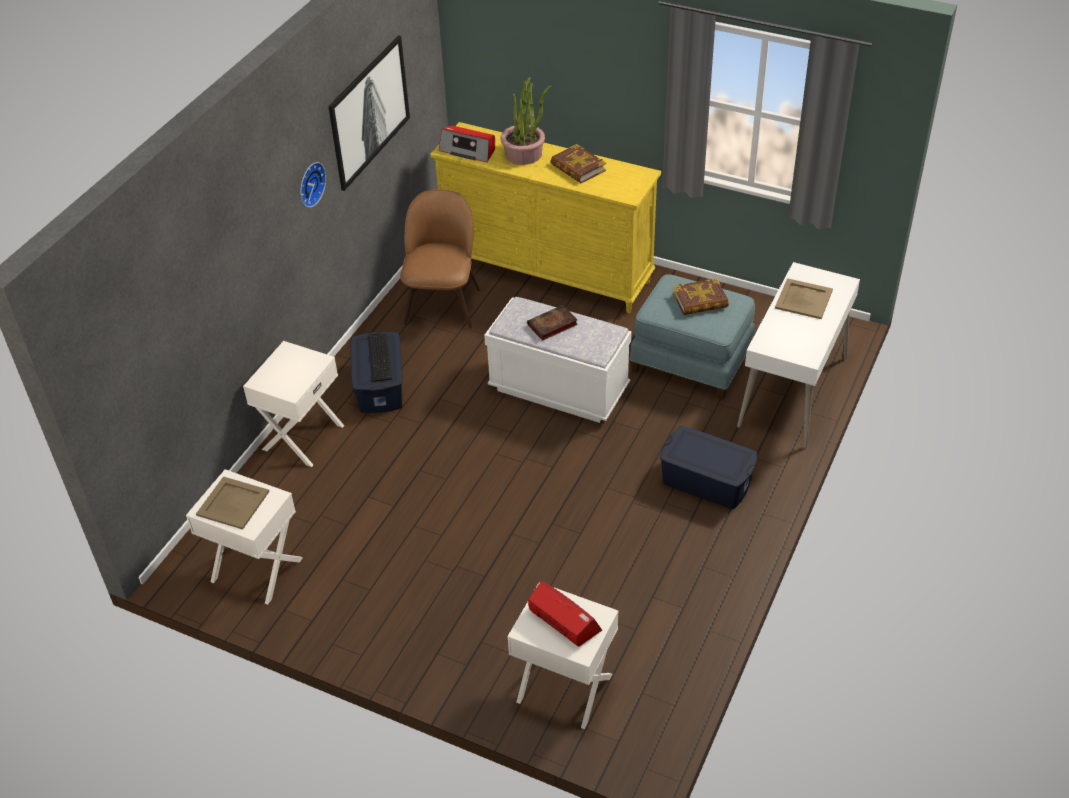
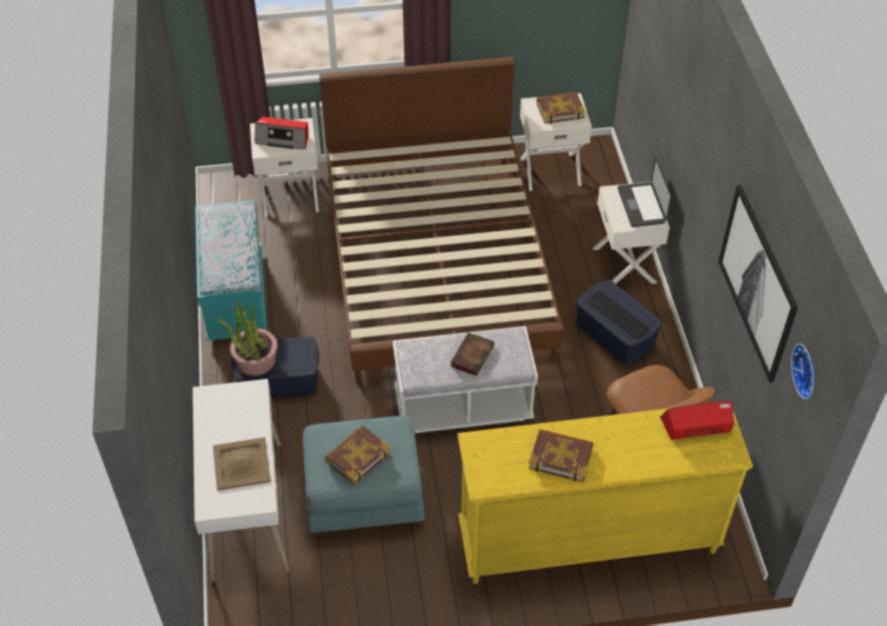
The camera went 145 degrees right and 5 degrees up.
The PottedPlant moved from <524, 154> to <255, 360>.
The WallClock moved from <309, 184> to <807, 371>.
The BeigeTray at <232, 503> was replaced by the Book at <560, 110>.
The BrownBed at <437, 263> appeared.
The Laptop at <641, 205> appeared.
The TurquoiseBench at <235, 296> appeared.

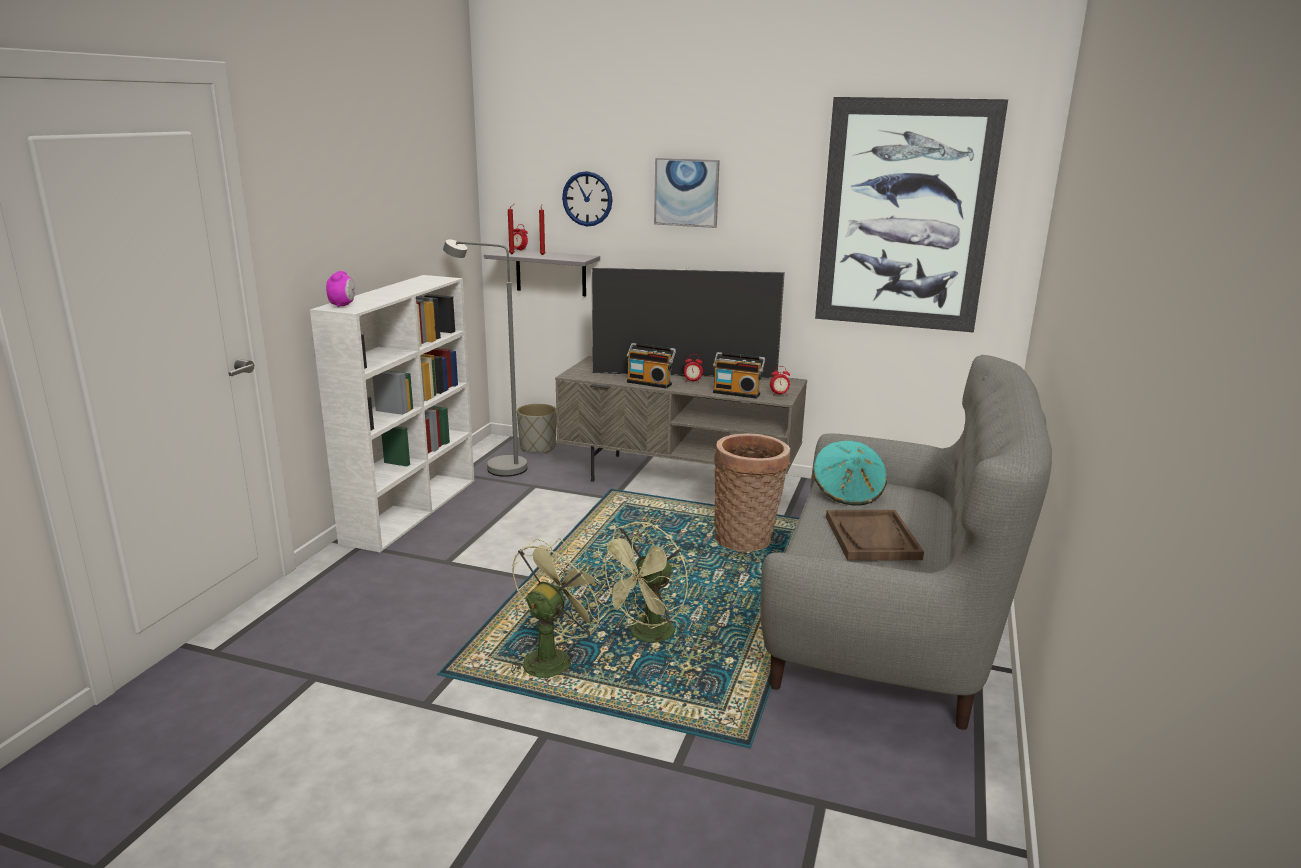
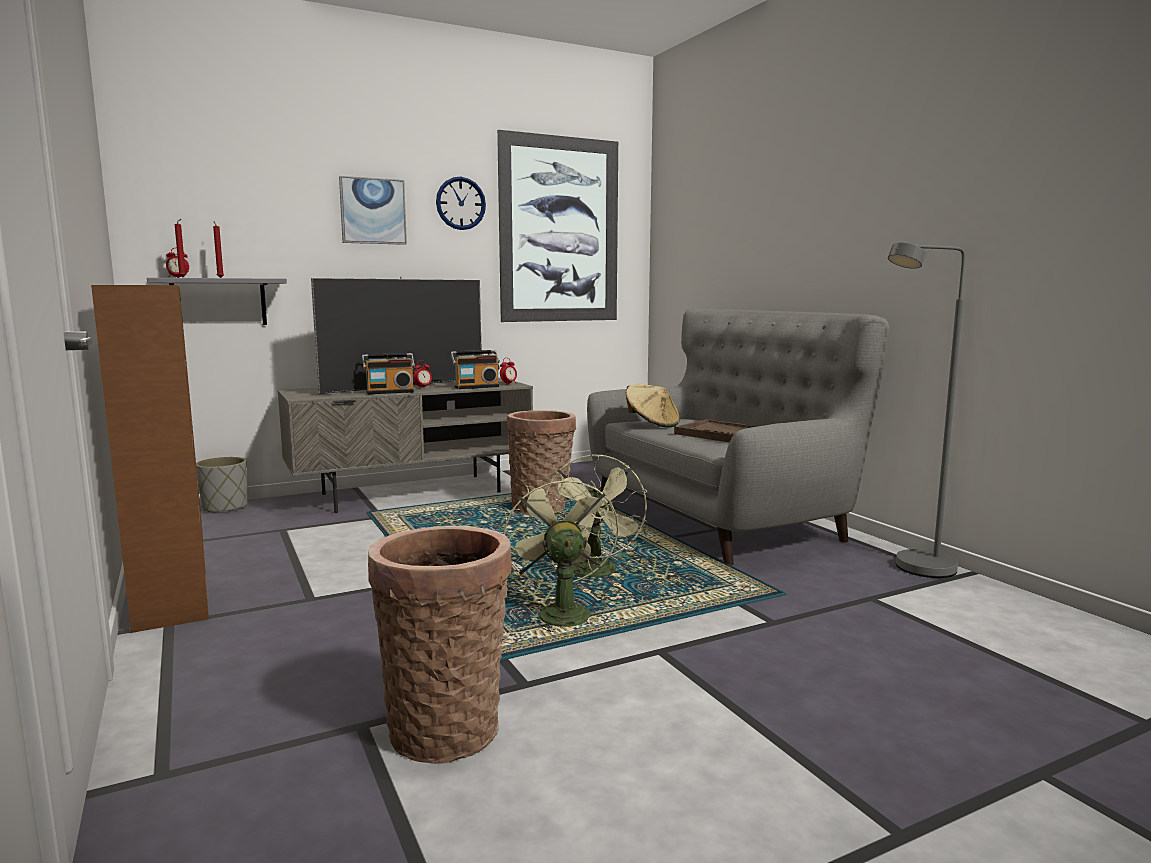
The camera went 45 degrees left and 10 degrees down.
The WallClock moved from <587, 199> to <460, 203>.
The GreyFloorLamp moved from <496, 467> to <914, 570>.
The AlarmClock at <342, 305> disappeared.
The WhiteBookcase at <412, 509> became the BrownBookcase at <172, 580>.
The TurquoiseHat at <848, 493> became the BeigeHat at <652, 424>.
The Basket at <446, 726> appeared.

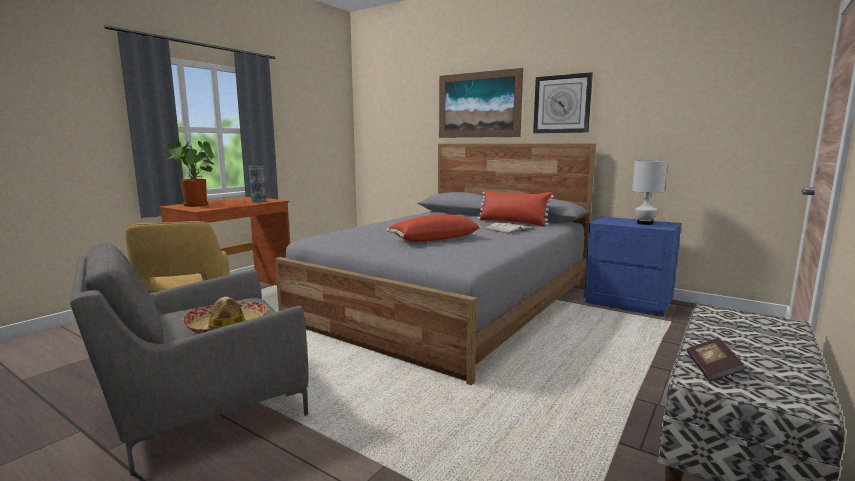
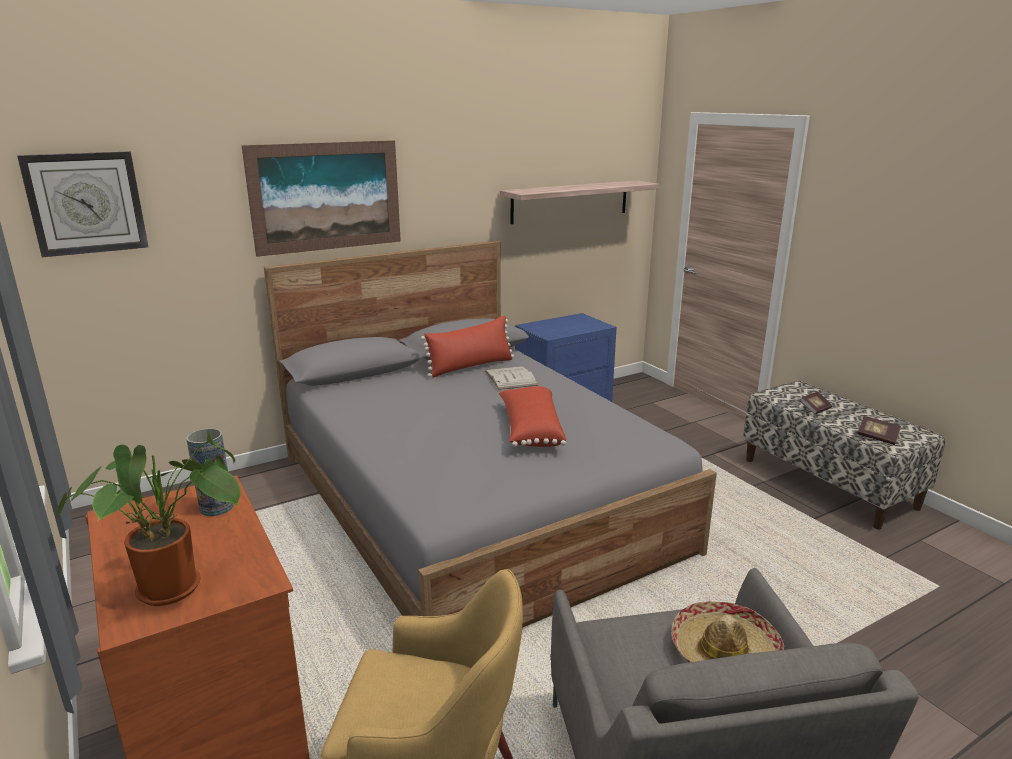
The camera went 65 degrees left and 10 degrees up.
The WallClock moved from <562, 104> to <86, 203>.
The WhiteTableLamp at <644, 223> disappeared.
The Shelf at <570, 201> appeared.
The Book at <815, 409> appeared.

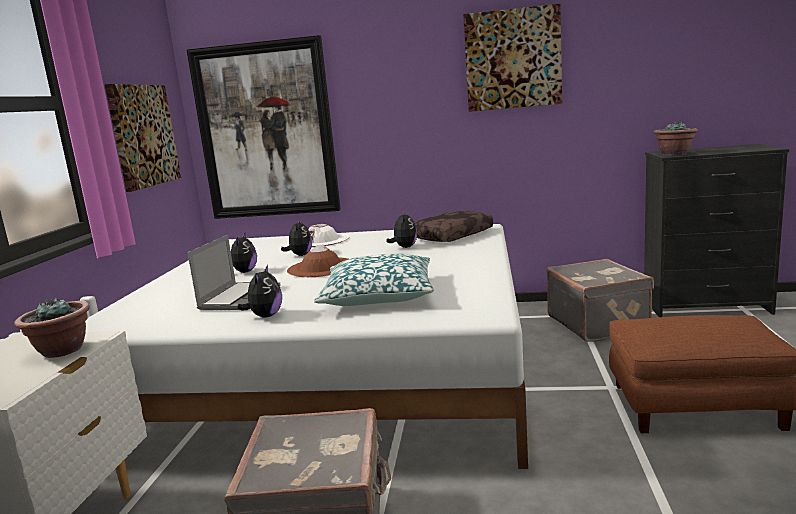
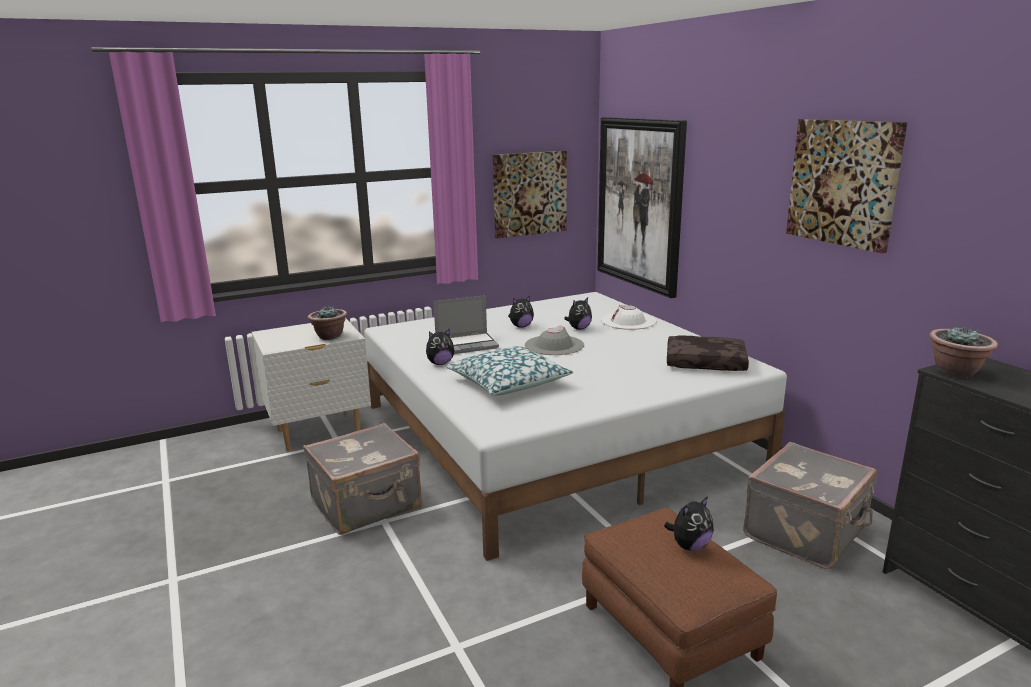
The camera went 55 degrees right and 5 degrees up.
The PlushToy moved from <404, 247> to <689, 546>.
The BrownHat at <321, 268> became the GreyHat at <554, 345>.

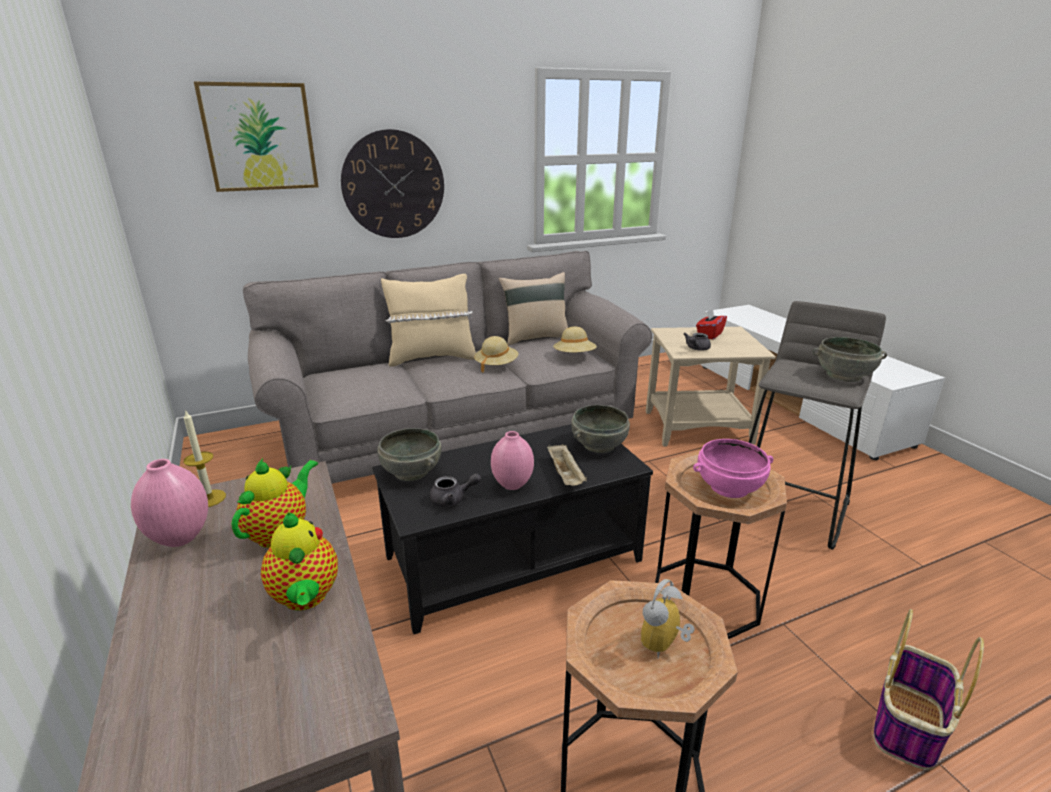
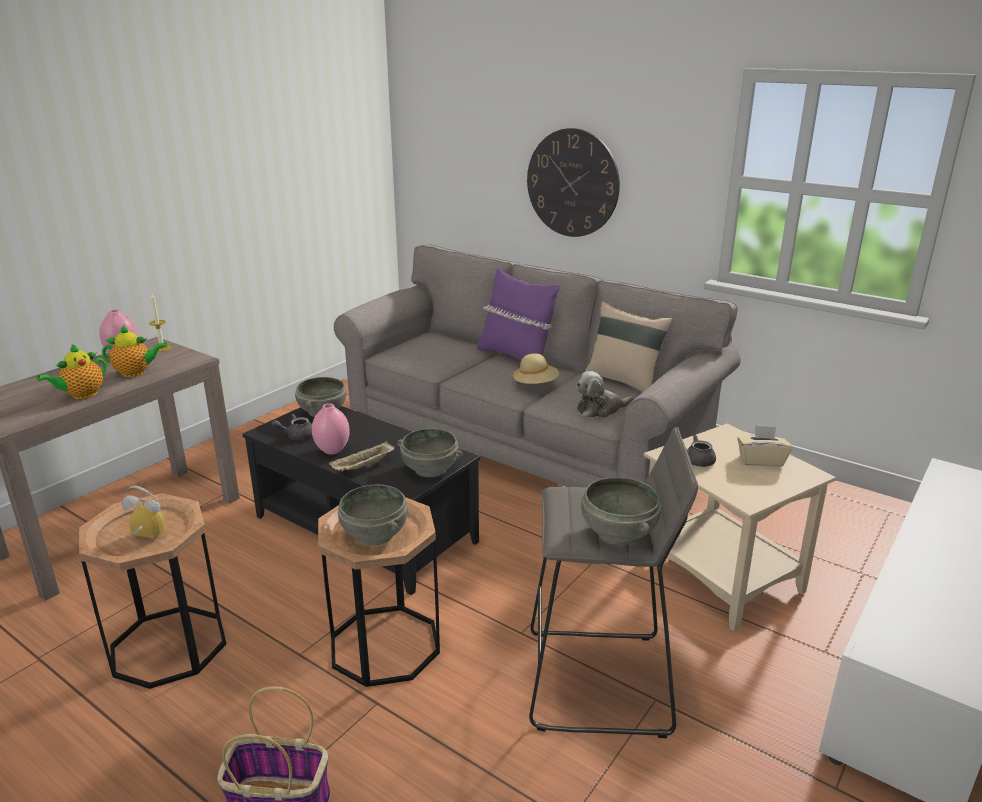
The camera went 60 degrees right and 0 degrees up.
The Picture at <259, 137> disappeared.
The BeigePillow at <431, 358> became the PurplePillow at <516, 357>.
The RedTissueBox at <709, 334> became the BeigeTissueBox at <761, 460>.
The BeigeHat at <574, 356> was replaced by the PlushToy at <600, 409>.
The PinkBowl at <729, 487> became the GreyBowl at <376, 534>.
The GreyTeapot at <453, 499> turned 105 degrees clockwise.

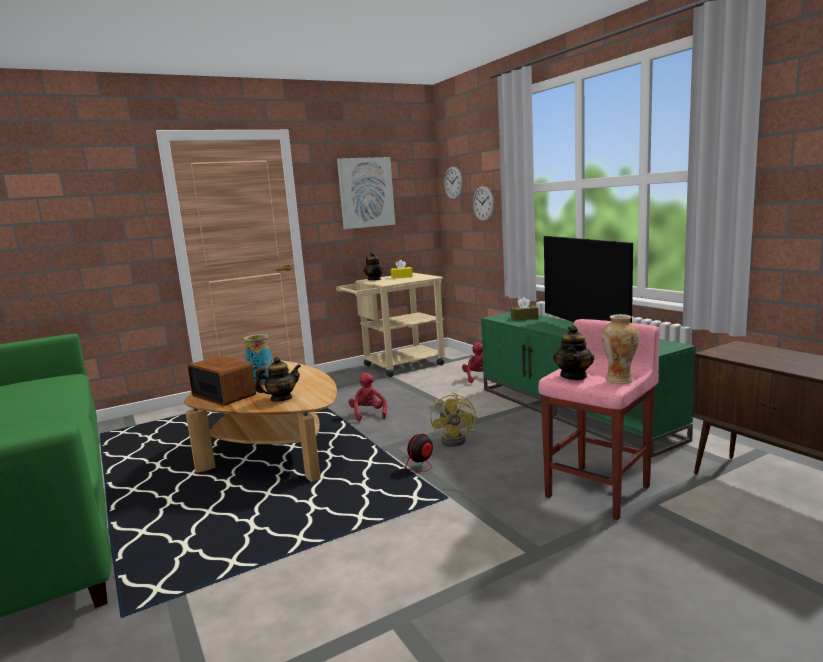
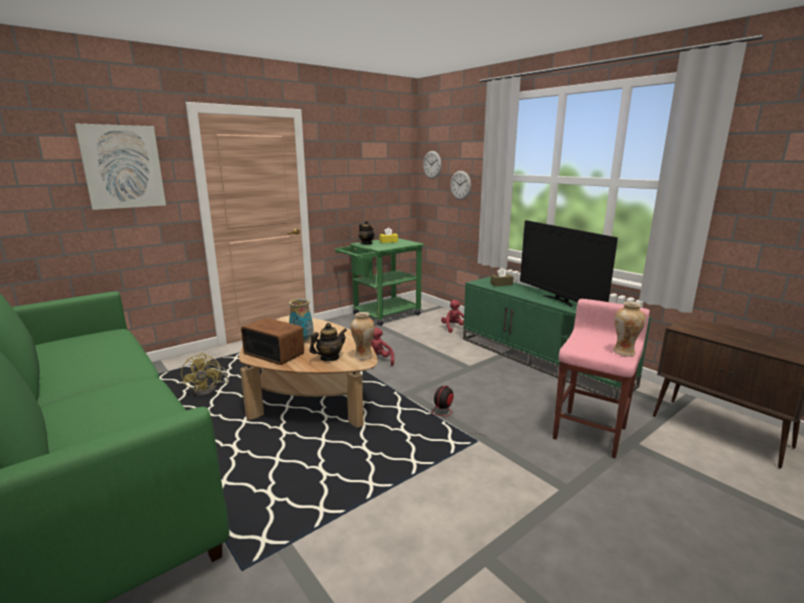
The camera went 10 degrees left and 5 degrees up.
The Picture moved from <366, 192> to <122, 167>.
The BeigeCart at <397, 366> became the GreenCart at <382, 315>.
The Teapot at <574, 376> disappeared.
The YellowFan moved from <457, 440> to <209, 390>.
The Vase at <363, 356> appeared.

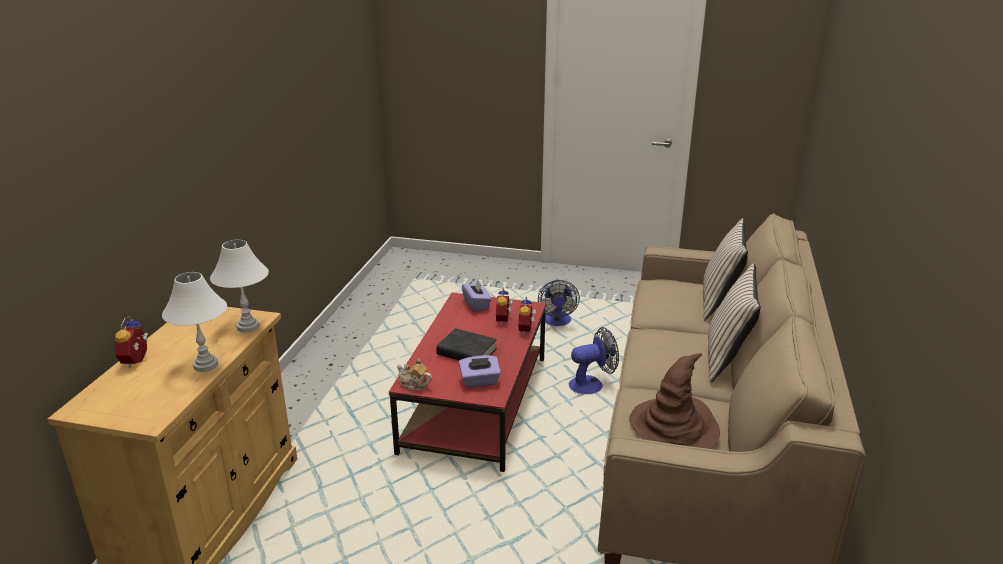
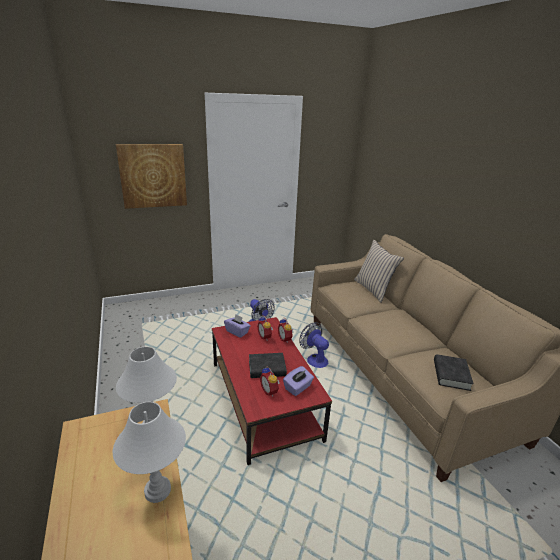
The camera went 35 degrees left and 0 degrees up.
The BeigePillow at <727, 358> disappeared.
The AlarmClock moved from <137, 361> to <270, 391>.
The Fan at <591, 384> turned 75 degrees counterclockwise.
The BrownHat at <674, 427> was replaced by the BlackBook at <451, 375>.
The Teapot at <414, 385> disappeared.
The Picture at <153, 176> appeared.

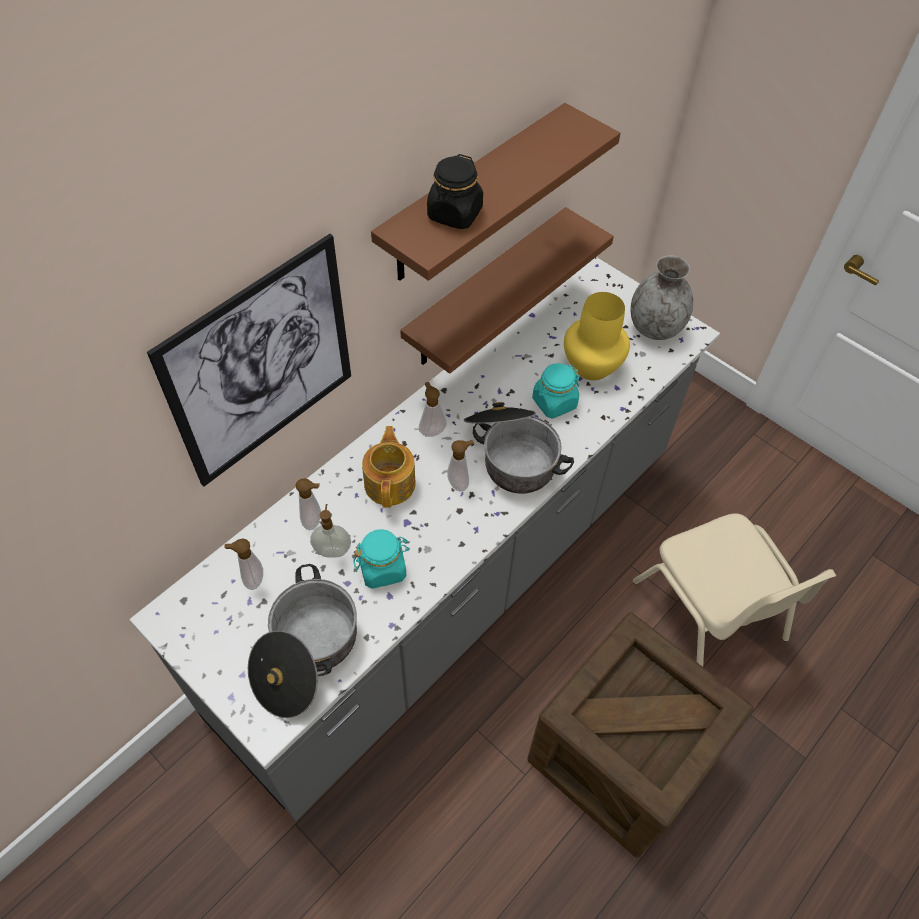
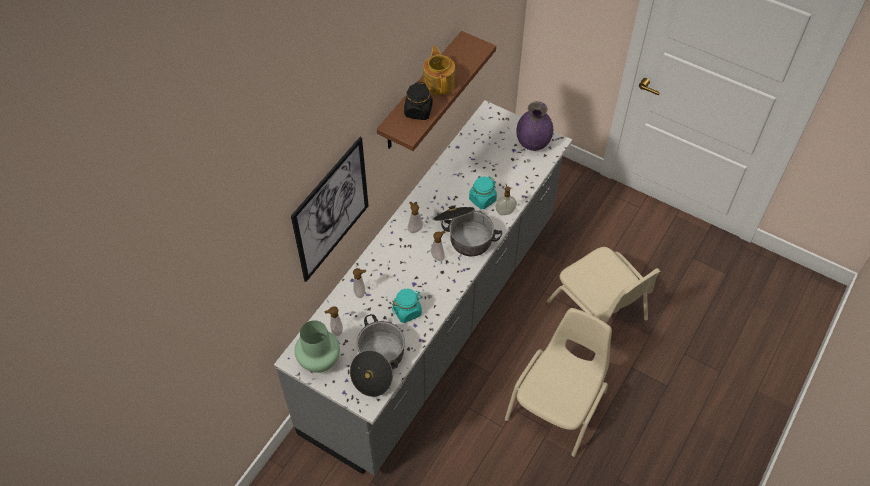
The camera went 10 degrees left and 0 degrees up.
The BrownShelf at <486, 290> disappeared.
The GreyVase at <654, 328> became the PurpleVase at <532, 142>.
The YellowVase at <590, 366> disappeared.
The Teapot moved from <390, 483> to <439, 82>.
The SoapDispenser moved from <333, 550> to <505, 211>.
The Crate at <621, 756> was replaced by the BeigeChair at <558, 405>.
The GreenVase at <318, 361> appeared.

